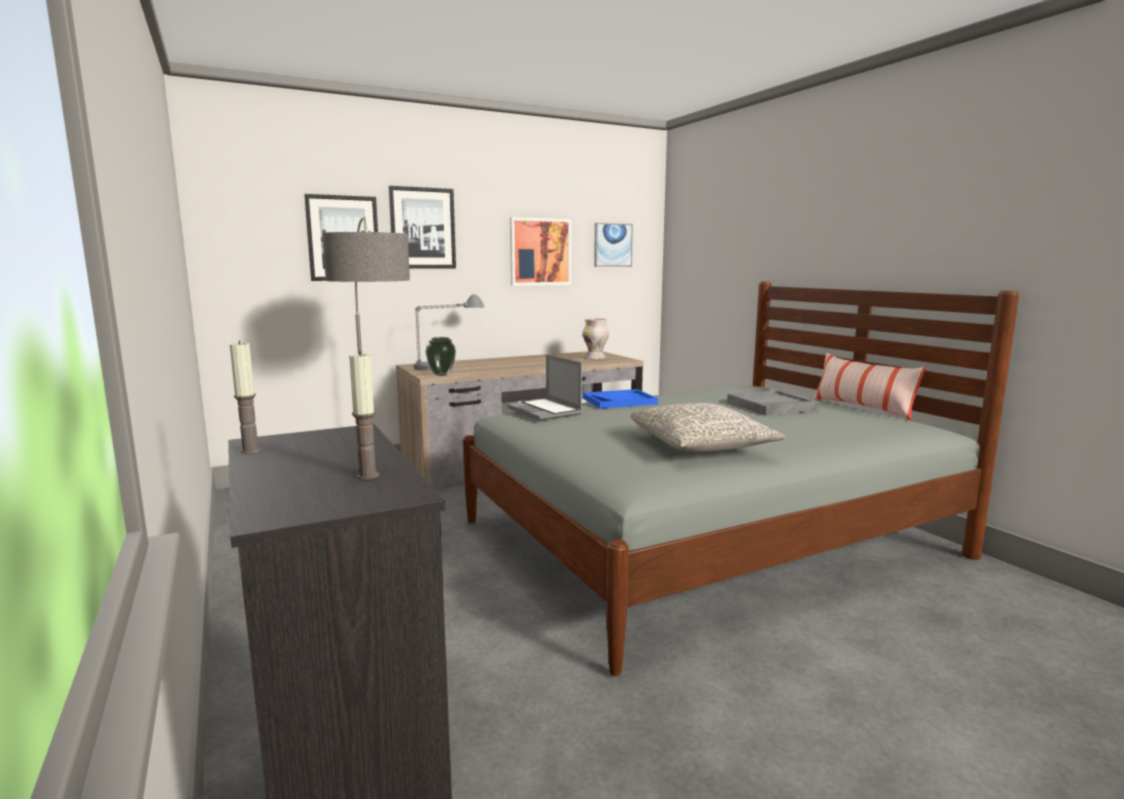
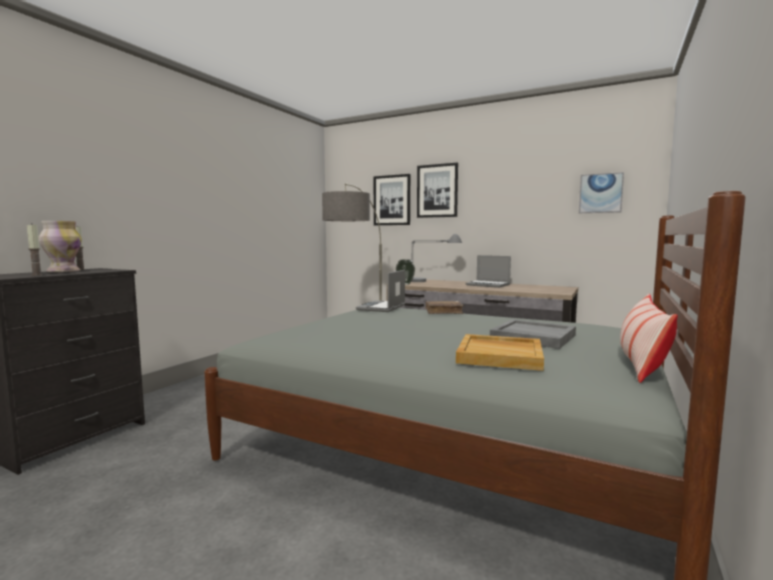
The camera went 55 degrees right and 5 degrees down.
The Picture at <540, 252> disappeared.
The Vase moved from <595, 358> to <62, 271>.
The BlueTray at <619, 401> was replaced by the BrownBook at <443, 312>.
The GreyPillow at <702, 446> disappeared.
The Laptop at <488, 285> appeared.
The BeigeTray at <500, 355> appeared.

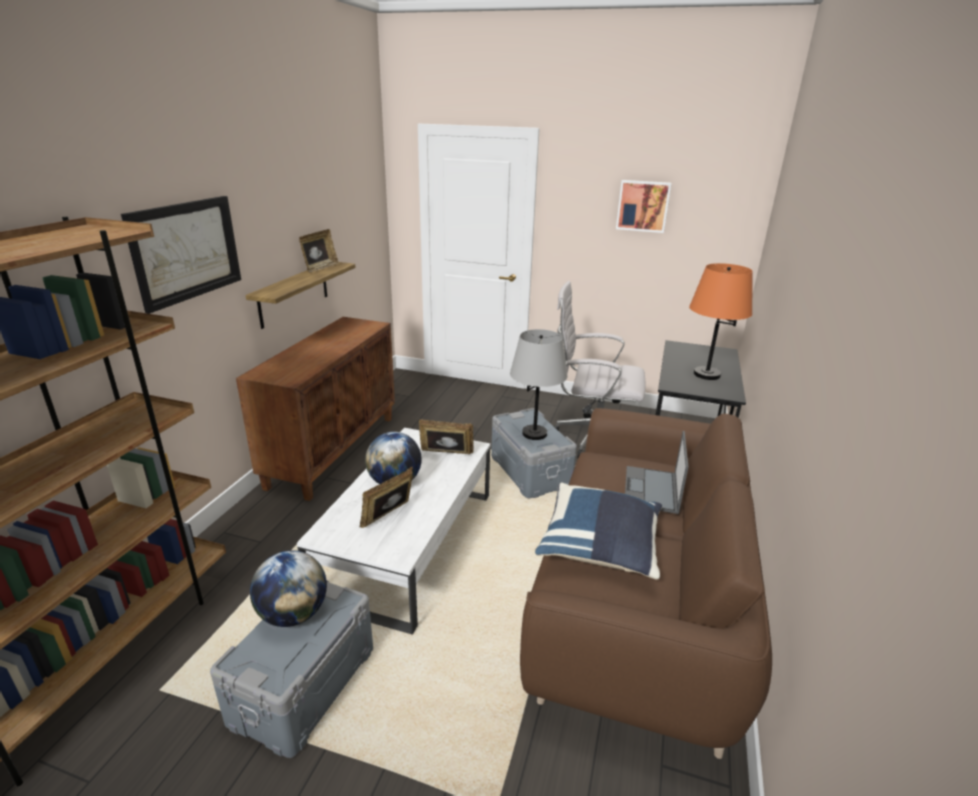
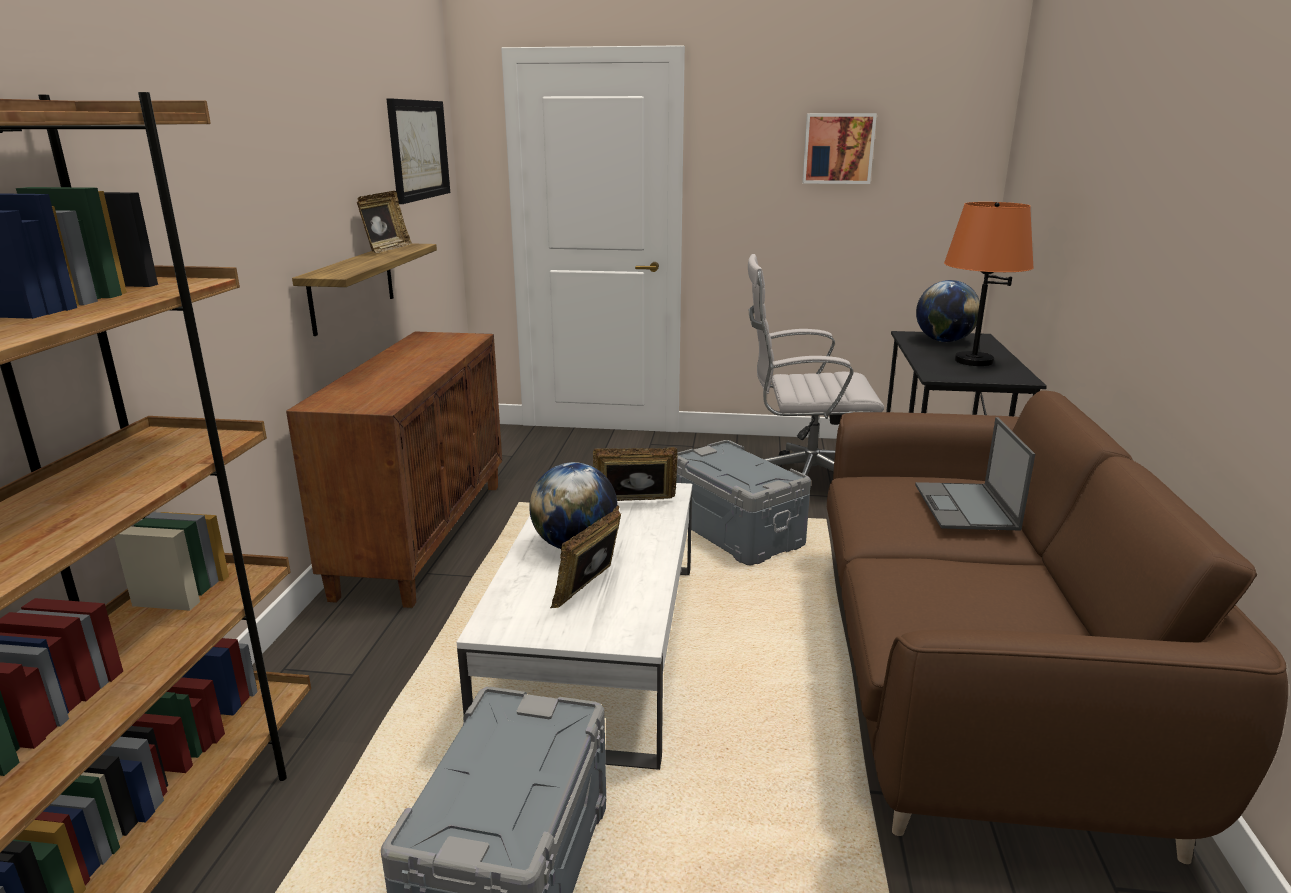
The camera went 10 degrees left and 5 degrees down.
The Picture moved from <186, 250> to <418, 150>.
The GreyTableLamp at <534, 433> disappeared.
The BluePillow at <600, 547> disappeared.
The Globe moved from <293, 614> to <944, 341>.

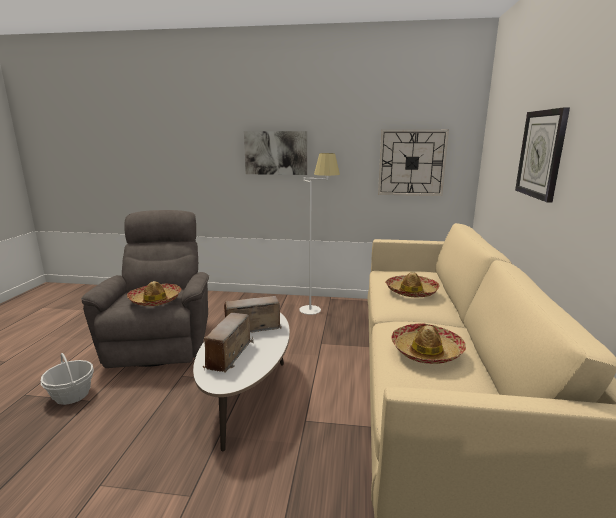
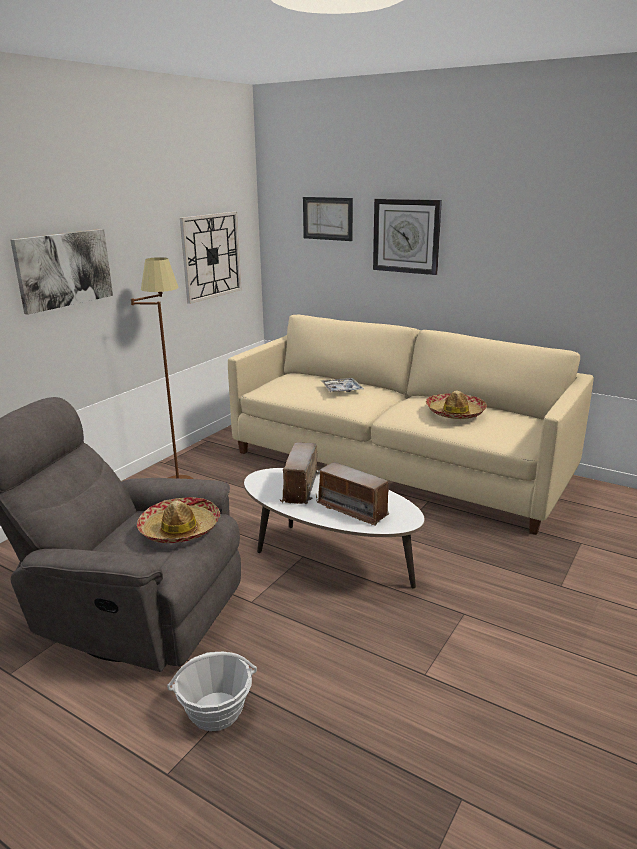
The camera went 65 degrees left and 5 degrees up.
The WhiteFloorLamp at <317, 307> became the BrownFloorLamp at <177, 476>.
The Hat at <411, 292> was replaced by the Tray at <342, 390>.
The Picture at <327, 218> appeared.

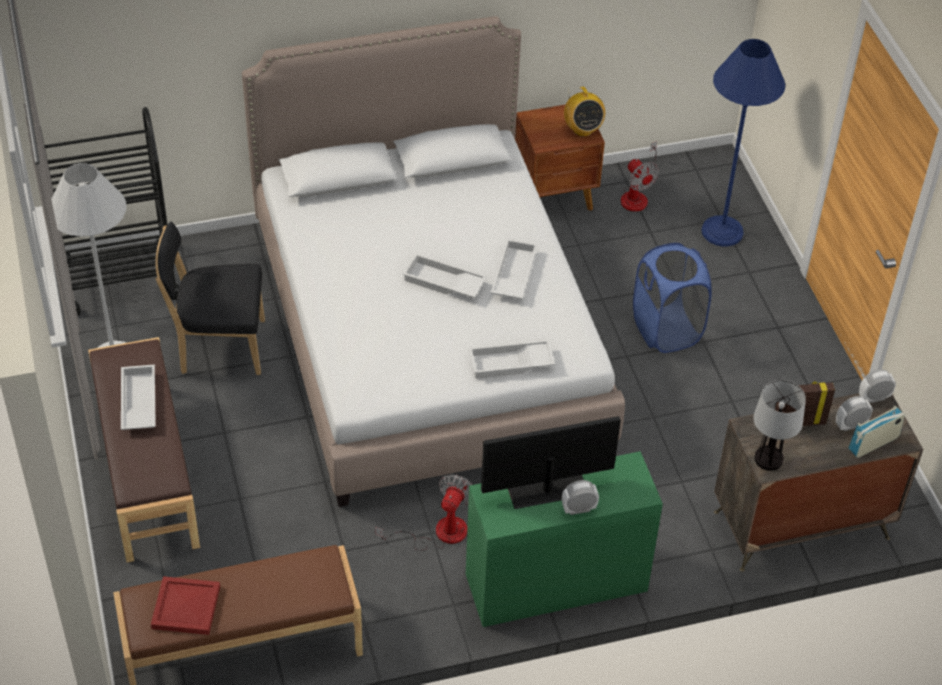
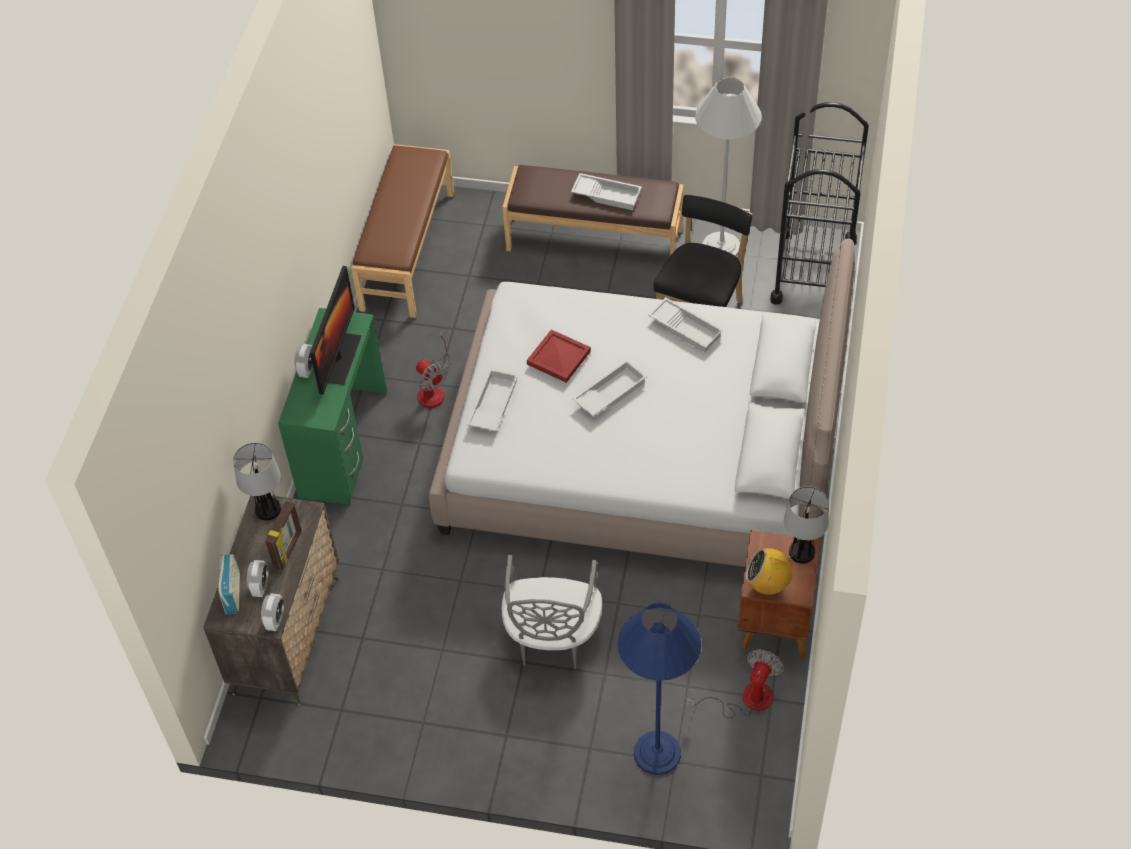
The camera went 120 degrees right and 5 degrees up.
The Fan at <637, 195> turned 120 degrees clockwise.
The WhiteTray moved from <512, 274> to <686, 328>.
The BlueLaundryBasket at <666, 330> was replaced by the GreyChair at <552, 638>.
The RedTray moved from <185, 608> to <558, 357>.
The TableLamp at <802, 553> appeared.

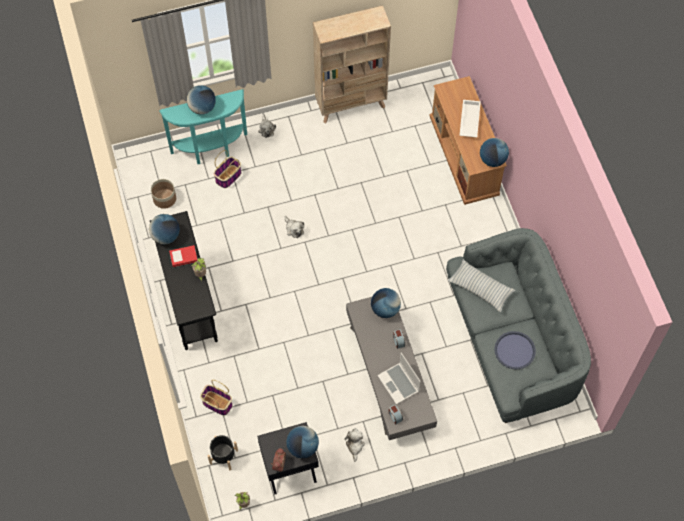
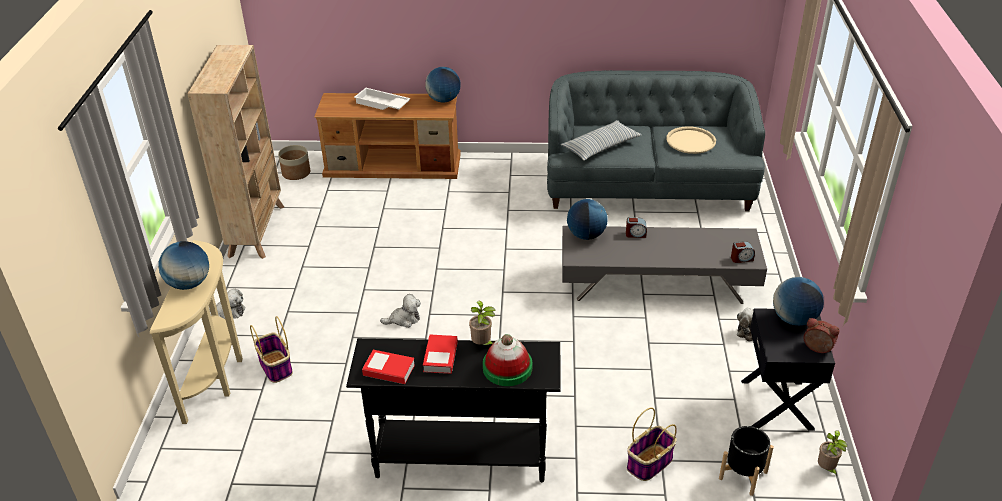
The camera went 70 degrees left and 25 degrees down.
The TurquoiseConsoleTable at <211, 150> became the BeigeConsoleTable at <217, 376>.
The Planter moved from <164, 198> to <296, 173>.
The Globe at <166, 236> was replaced by the Book at <389, 370>.
The BlueTray at <514, 350> became the BeigeTray at <690, 141>.
The Laptop at <399, 384> disappeared.
The Hat at <507, 368> appeared.

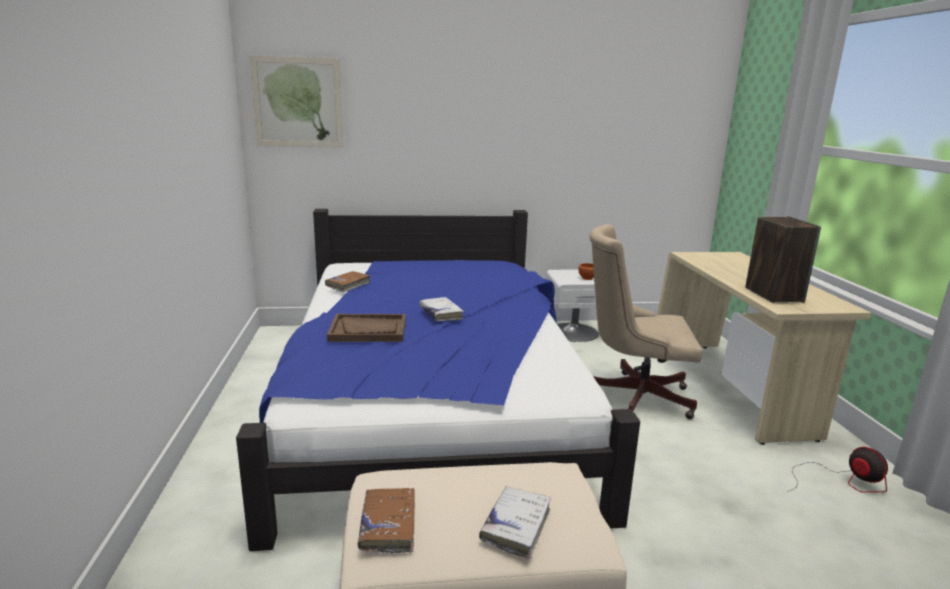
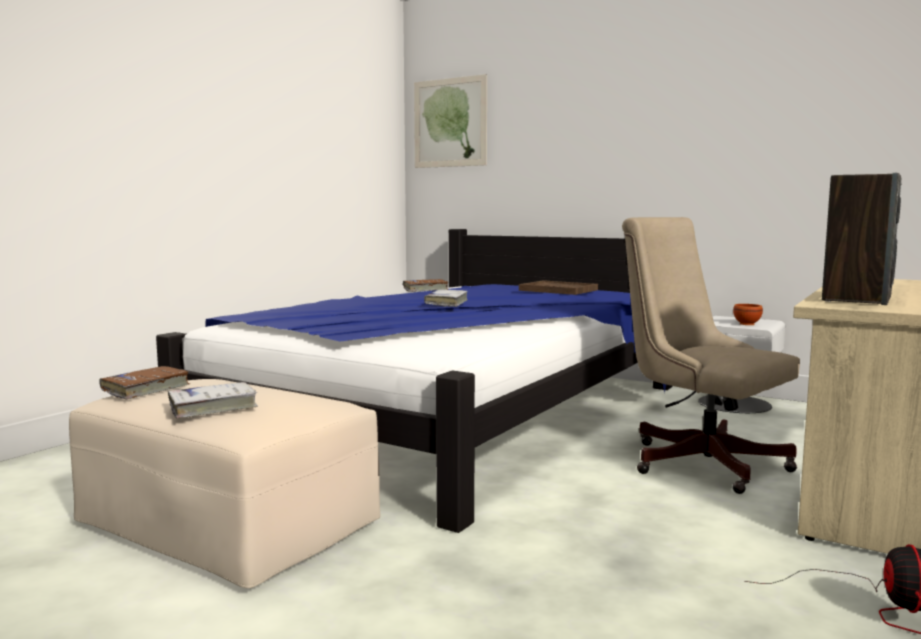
The camera went 40 degrees right and 10 degrees down.
The BrownTray moved from <368, 330> to <558, 290>.

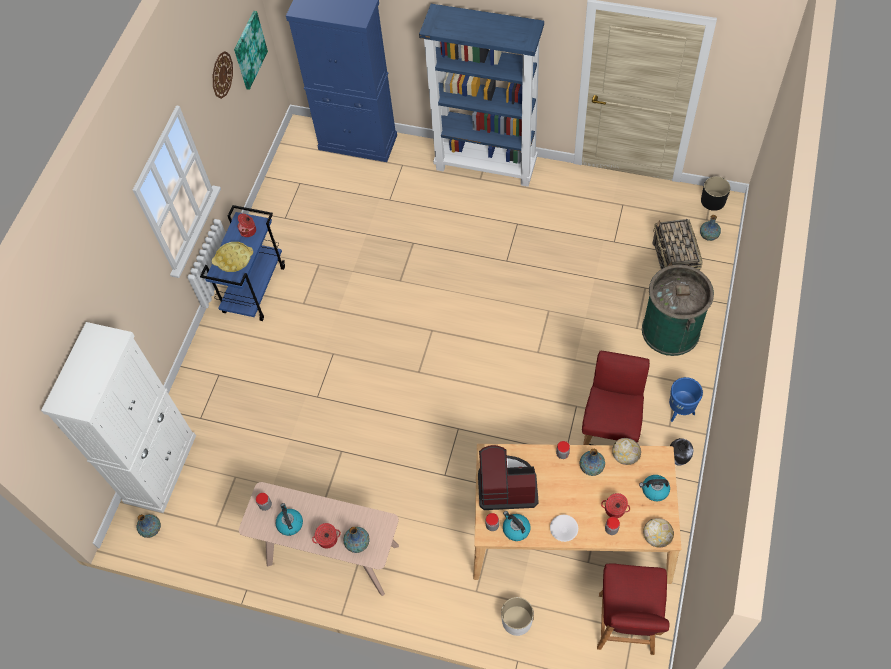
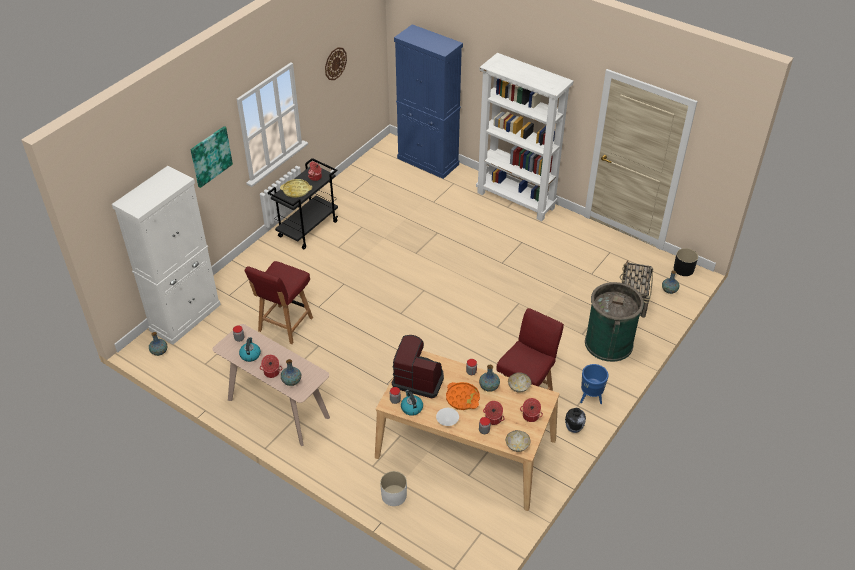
The camera went 15 degrees right and 15 degrees down.
The BlueBookcase at <486, 165> became the WhiteBookcase at <516, 200>.
The Picture moved from <249, 50> to <210, 156>.
The BlueCart at <254, 289> became the BlackCart at <308, 228>.
The Kettle at <654, 490> was replaced by the CookingPot at <530, 416>.
The RedChair moved from <626, 625> to <284, 325>.
The OrangeTray at <462, 398> appeared.

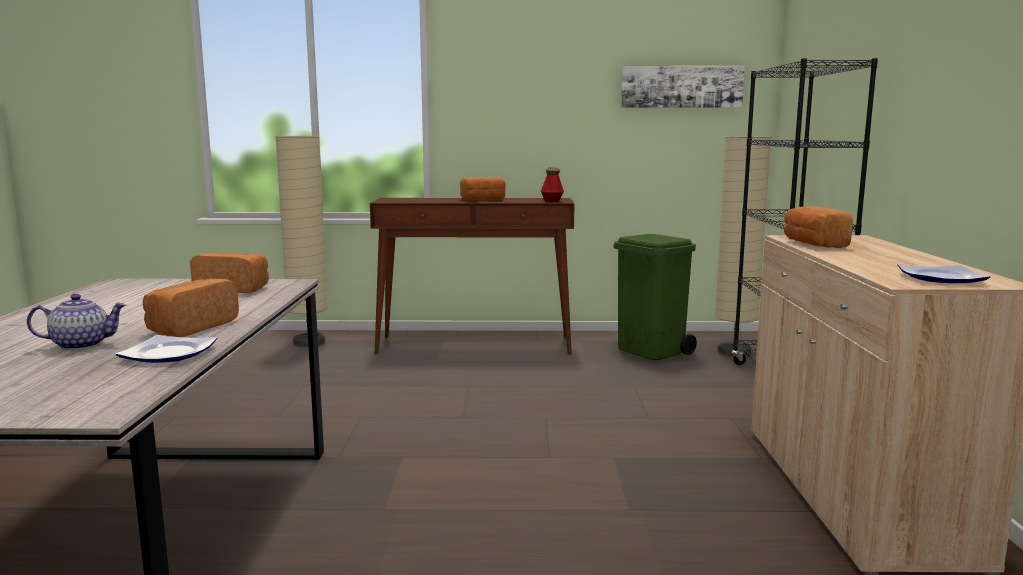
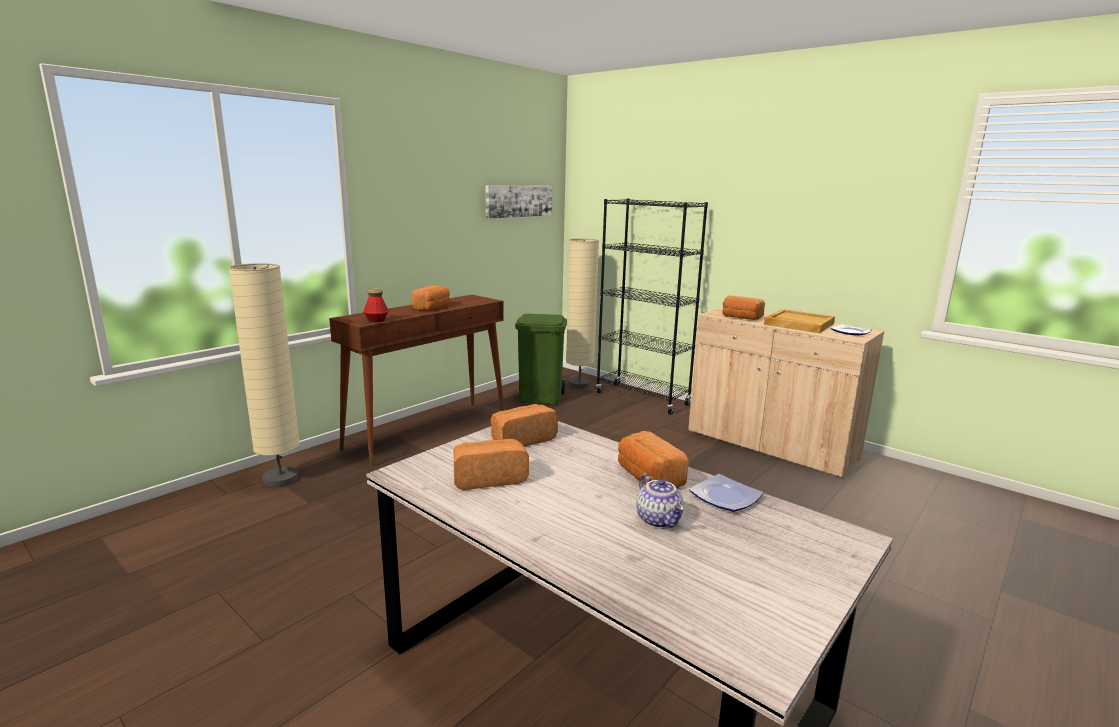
The camera went 50 degrees left and 5 degrees up.
The Bottle moved from <552, 201> to <376, 320>.
The Teapot at <82, 345> turned 135 degrees clockwise.
The BeigeTray at <798, 324> appeared.
The Bread at <489, 478> appeared.

